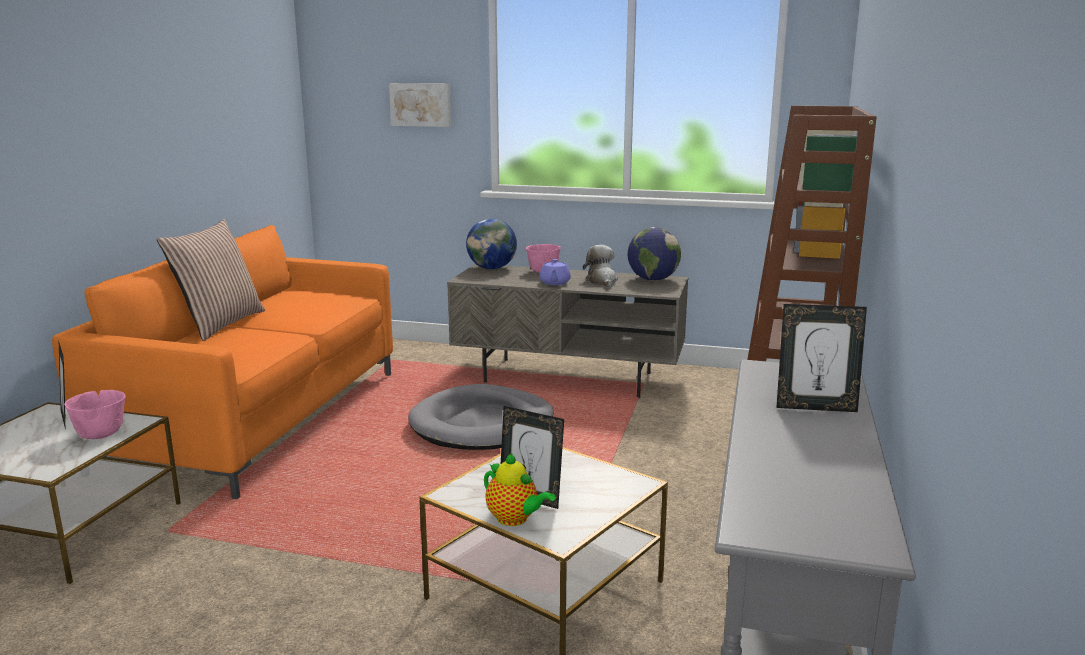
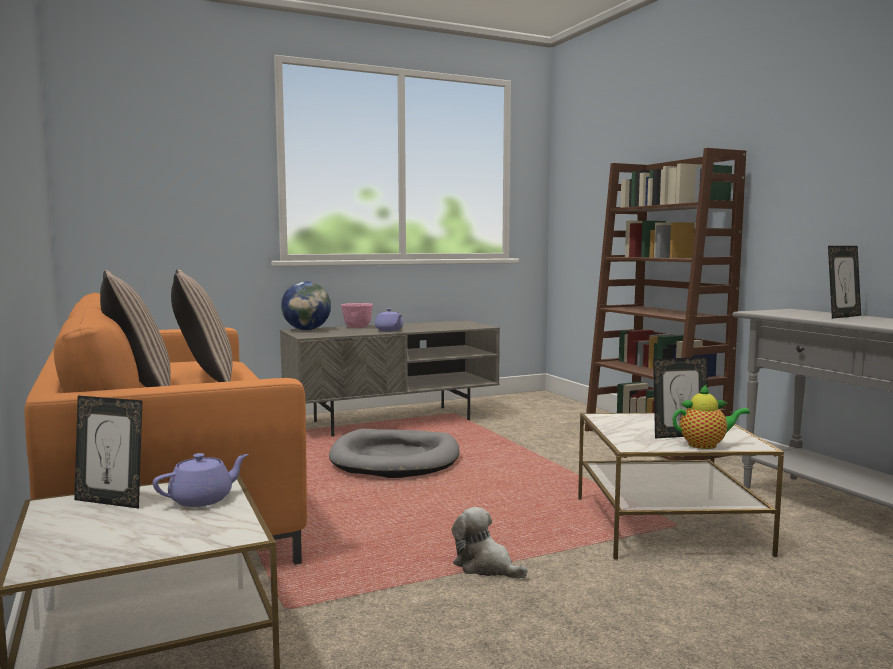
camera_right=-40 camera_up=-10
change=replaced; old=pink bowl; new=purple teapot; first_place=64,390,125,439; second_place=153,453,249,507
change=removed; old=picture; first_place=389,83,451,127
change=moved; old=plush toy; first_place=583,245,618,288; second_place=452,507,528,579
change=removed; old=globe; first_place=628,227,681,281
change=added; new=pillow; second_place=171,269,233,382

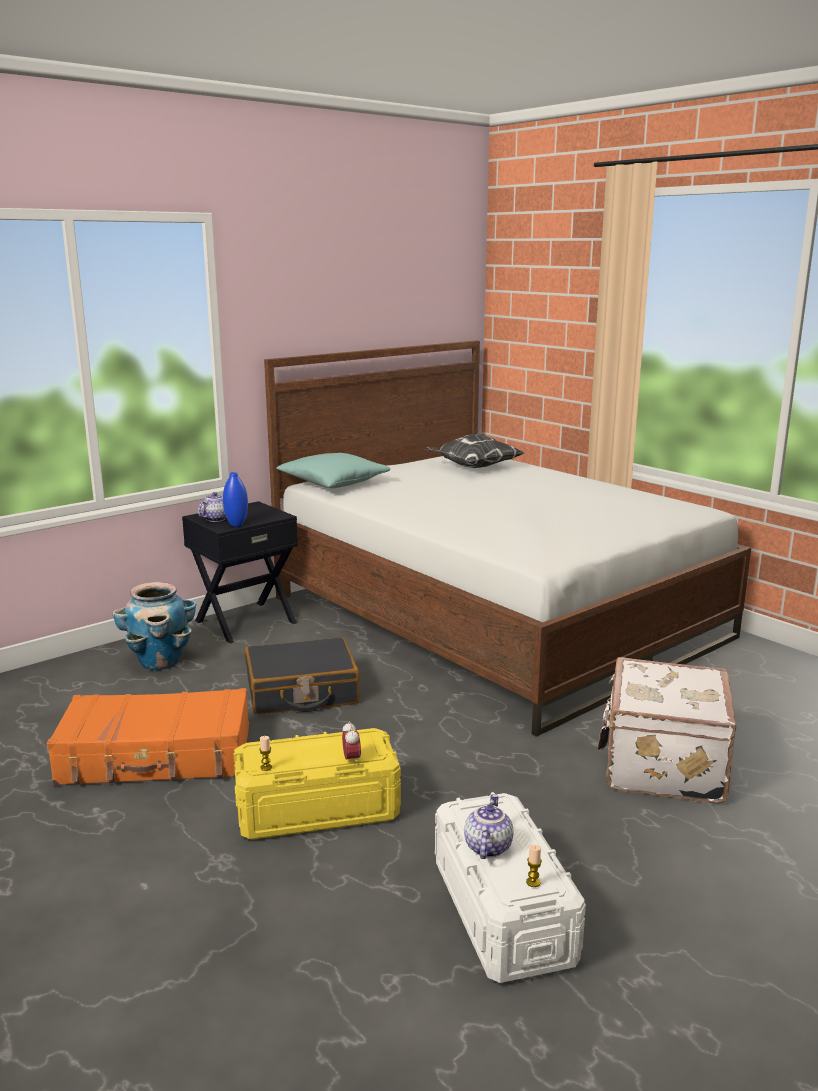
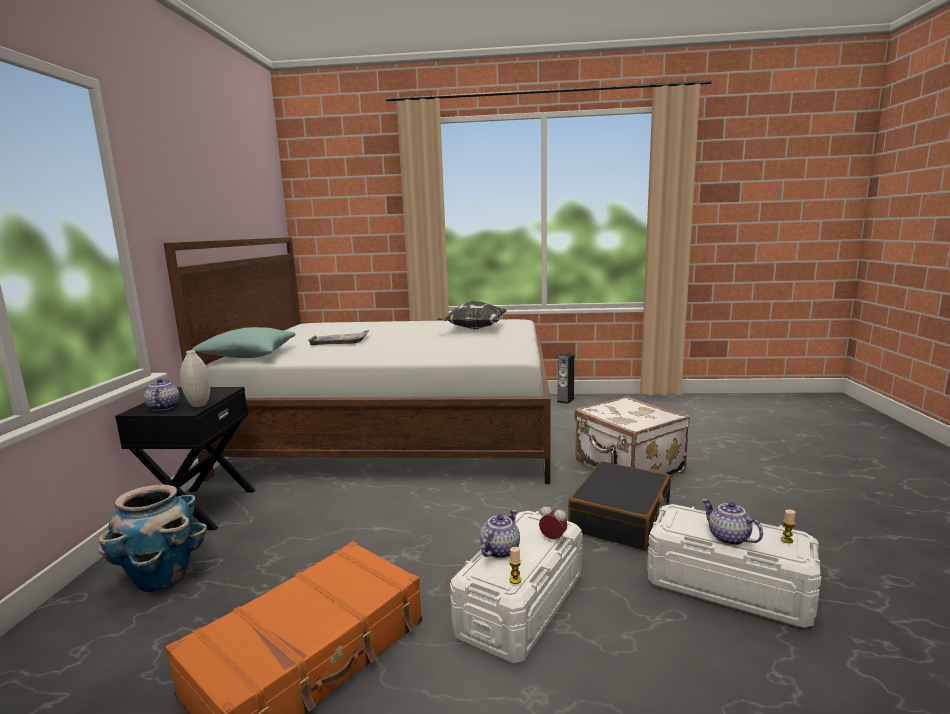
camera_right=-45 camera_up=-5
change=recoloured; old=blue vase; new=white vase; first_place=223,472,248,527; second_place=180,350,210,407
change=recoloured; old=yellow storage box; new=white storage box; first_place=234,728,401,839; second_place=450,511,583,663
change=moved; old=black suitcase; first_place=245,637,360,714; second_place=568,461,671,551
change=moved; old=pillow; first_place=425,434,524,468; second_place=437,301,507,330
change=added; new=grey tray; second_place=307,330,369,345
change=added; new=teapot; second_place=480,510,520,558
change=added; new=speaker; second_place=557,353,575,404

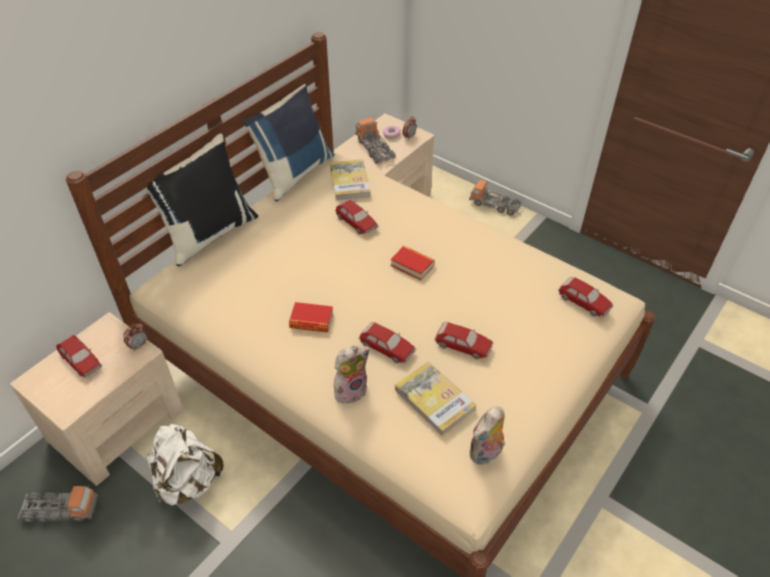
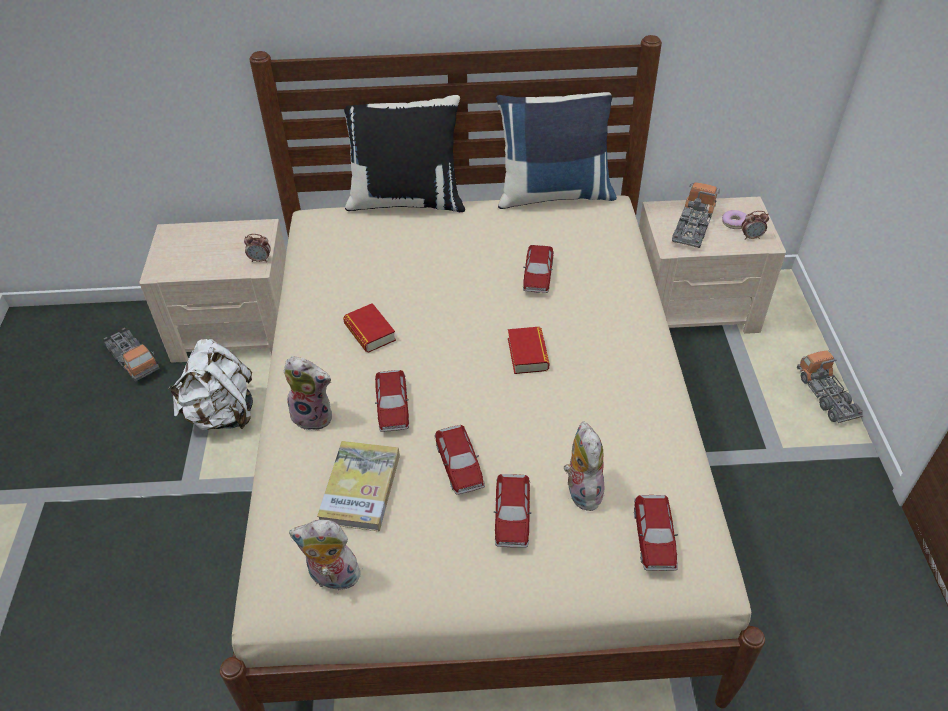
camera_right=50 camera_up=0
change=moved; old=toy car; first_place=56,335,102,378; second_place=494,474,531,548
change=removed; old=book; first_place=330,159,371,201
change=added; new=plush toy; second_place=564,421,604,511

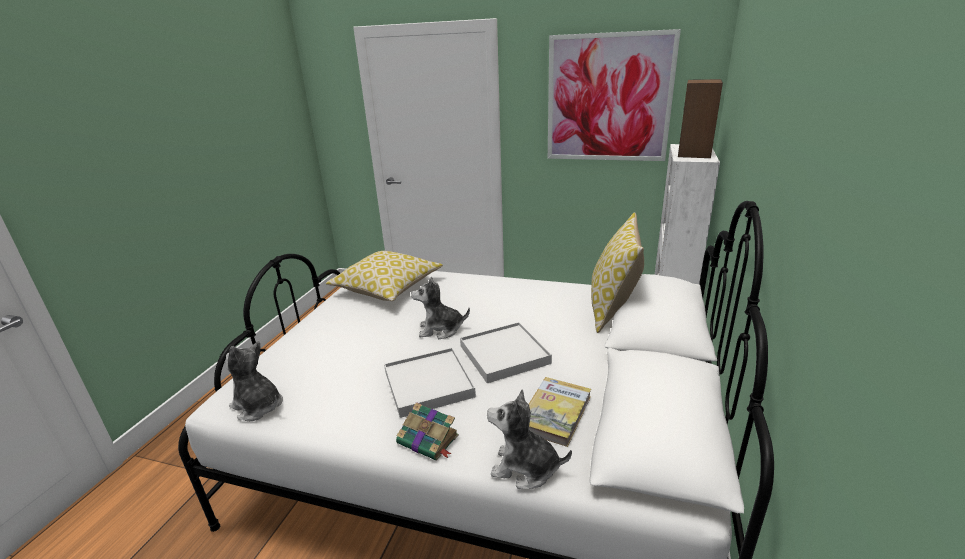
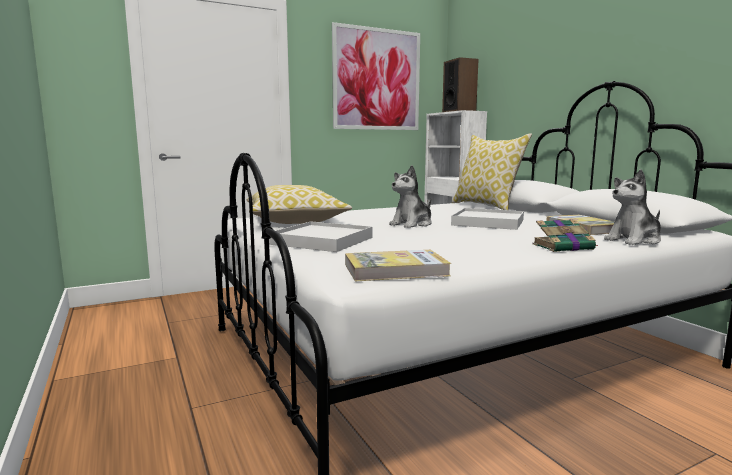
camera_right=-45 camera_up=-15
change=replaced; old=plush toy; new=book; first_place=226,341,283,421; second_place=345,250,451,281
change=moved; old=white tray; first_place=384,348,476,418; second_place=269,221,373,252

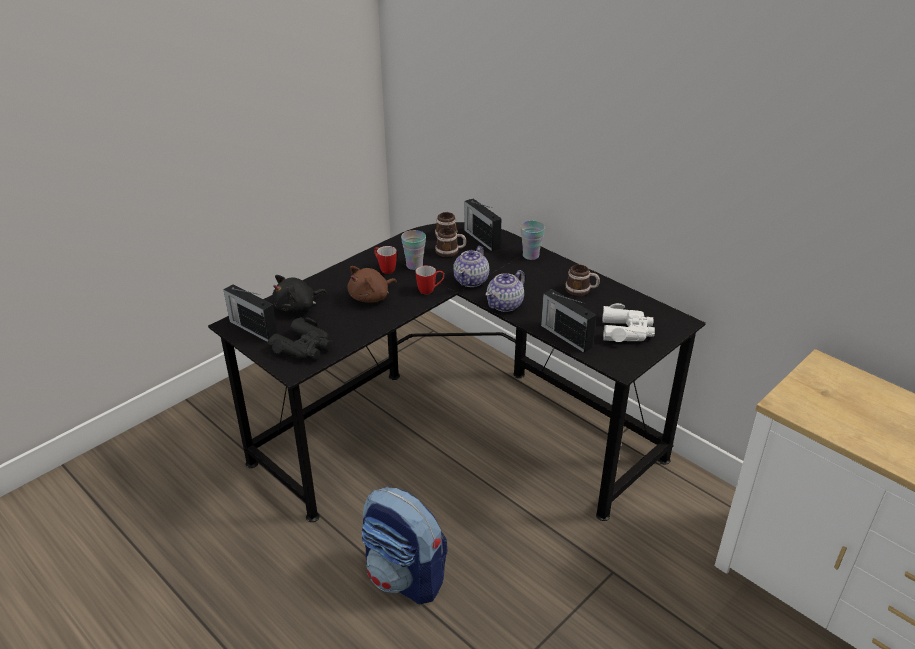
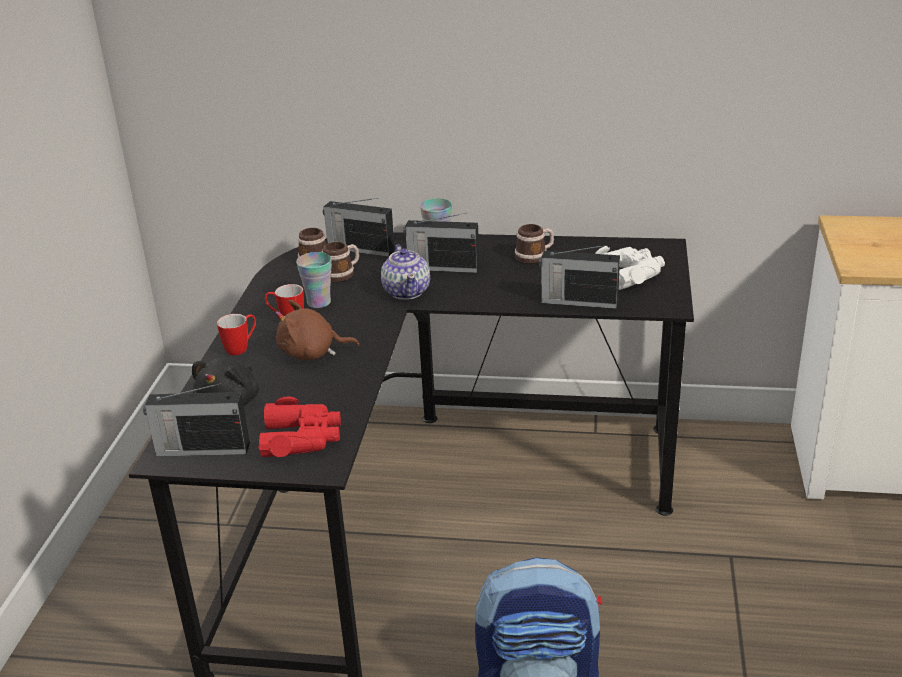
camera_right=-35 camera_up=-5
change=recoloured; old=black binoculars; new=red binoculars; first_place=267,317,332,360; second_place=258,397,341,457
change=turned; old=brown plush toy; first_place=347,266,397,303; second_place=275,300,360,360; degrees=75
change=moved; old=mug; first_place=416,266,445,294; second_place=217,314,256,356
change=removed; old=teapot; first_place=485,270,525,312
change=added; new=radio; second_place=403,213,479,273

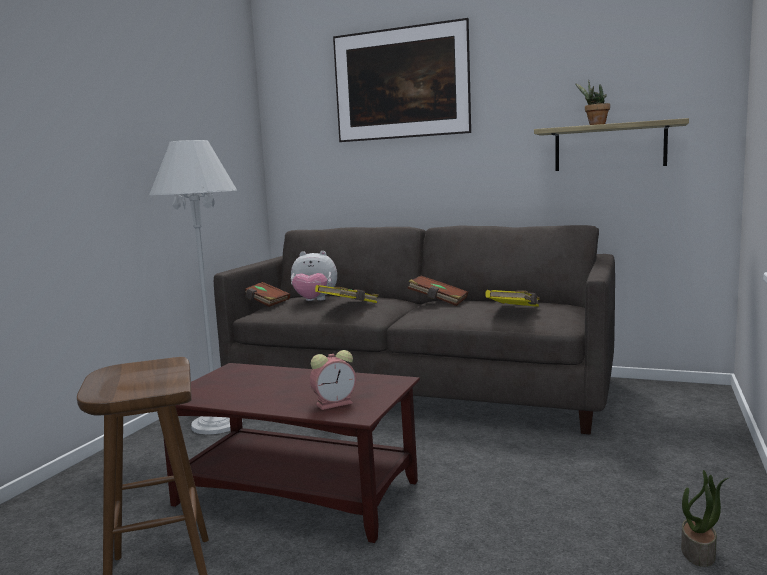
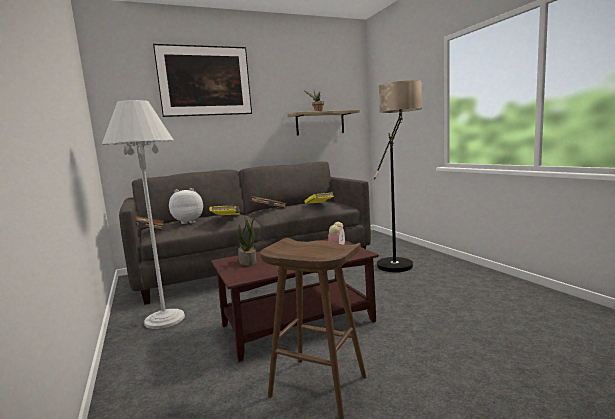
camera_right=-45 camera_up=0
change=turned; old=plush toy; first_place=291,251,337,301; second_place=169,188,203,224; degrees=-150
change=moved; old=potted plant; first_place=681,470,728,567; second_place=238,215,257,266
change=added; new=floor lamp; second_place=374,80,422,272

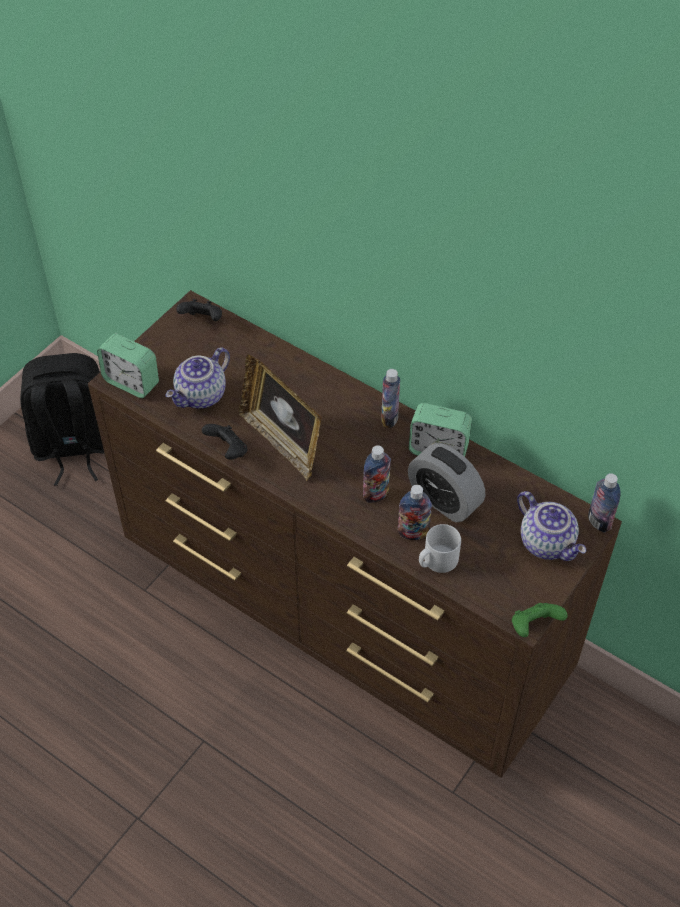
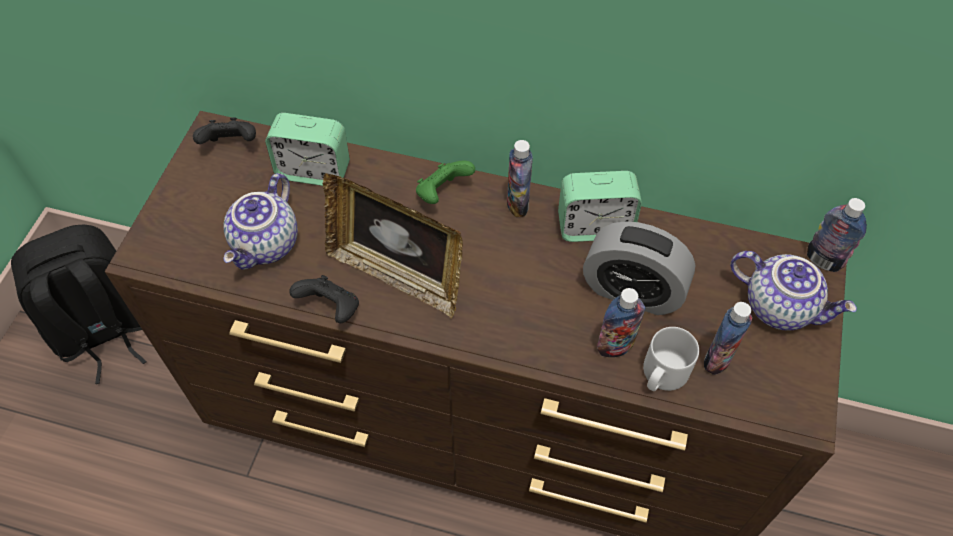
camera_right=-20 camera_up=5
change=moved; old=alarm clock; first_place=97,334,159,398; second_place=265,113,350,186
change=moved; old=bottle; first_place=363,445,391,503; second_place=704,302,752,375
change=moved; old=green game controller; first_place=512,603,568,637; second_place=416,161,475,204

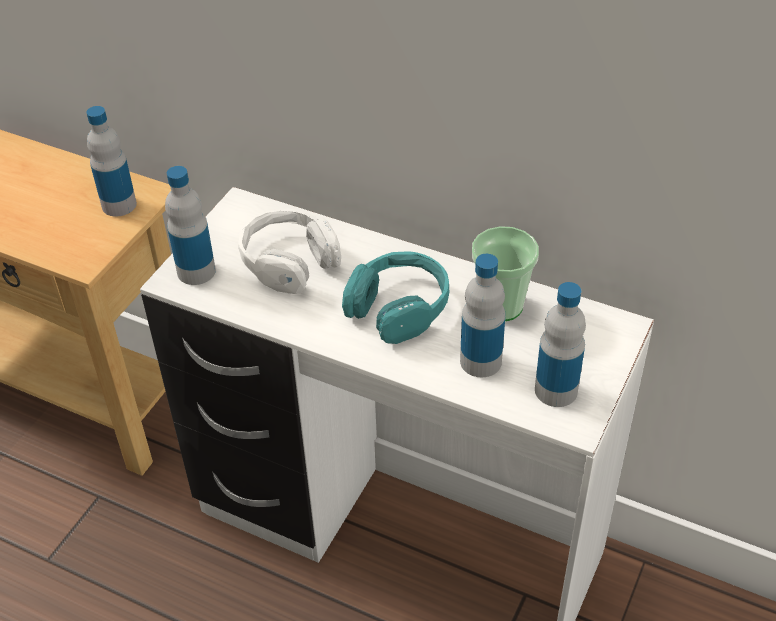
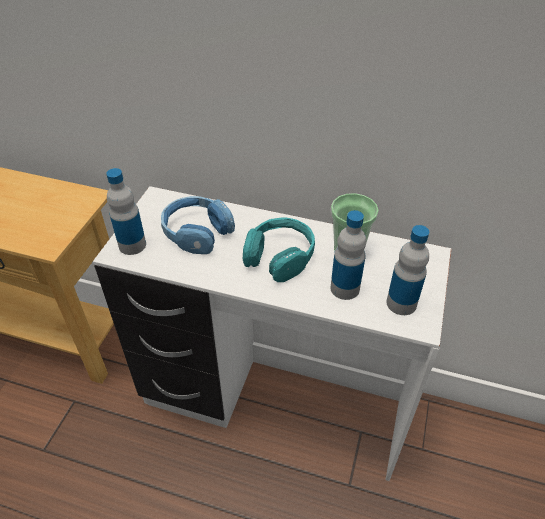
camera_right=-10 camera_up=0
change=removed; old=bottle; first_place=86,106,137,217
change=recoloured; old=white headphones; new=blue headphones; first_place=238,209,341,294; second_place=161,196,235,254

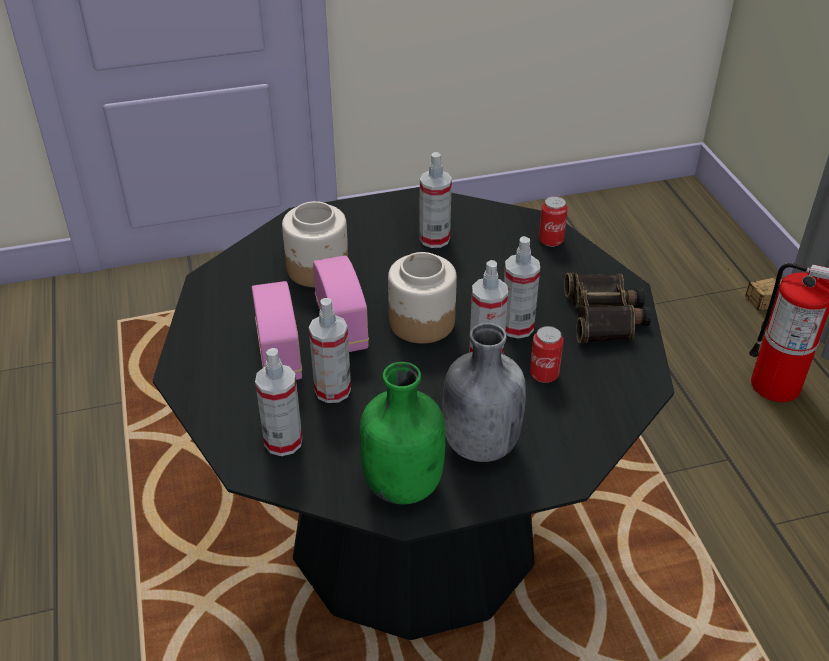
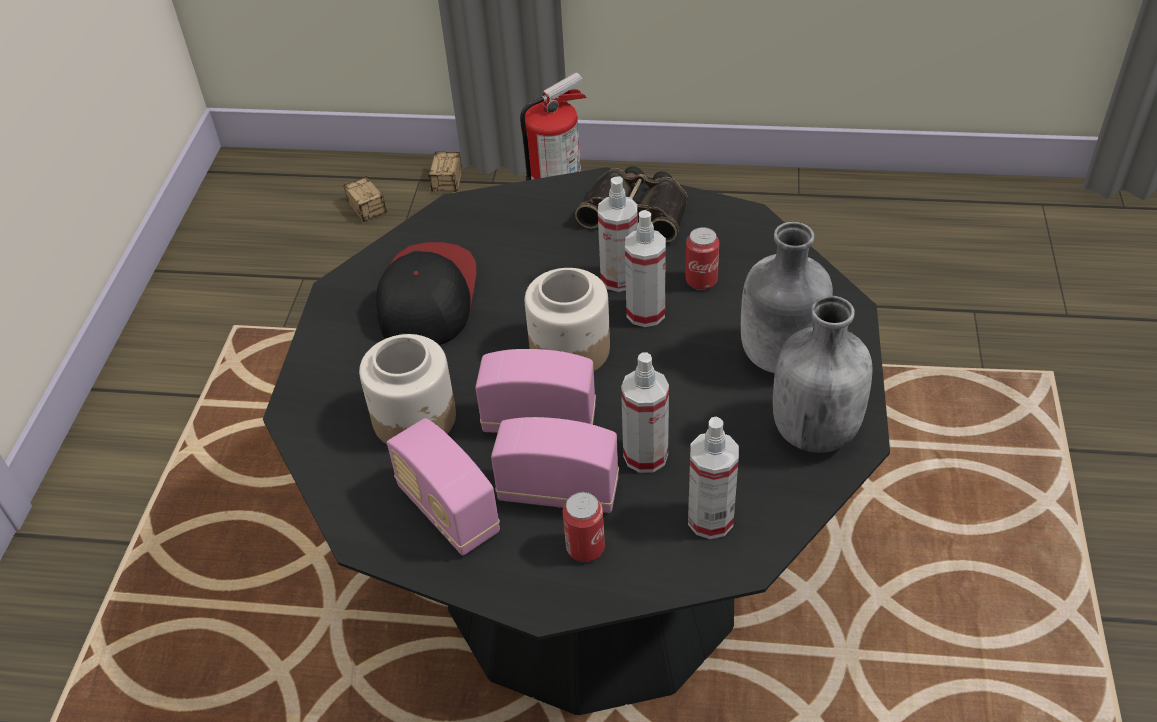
camera_right=-65 camera_up=5
change=recoloured; old=green bottle; new=grey bottle; first_place=360,362,445,505; second_place=773,296,872,453
change=replaced; old=spray bottle; new=cap; first_place=419,152,452,248; second_place=376,242,477,345
change=moved; old=can; first_place=539,196,568,247; second_place=563,492,605,562
change=added; new=storage box; second_place=343,176,387,222
change=added; new=radio; second_place=387,418,500,555

